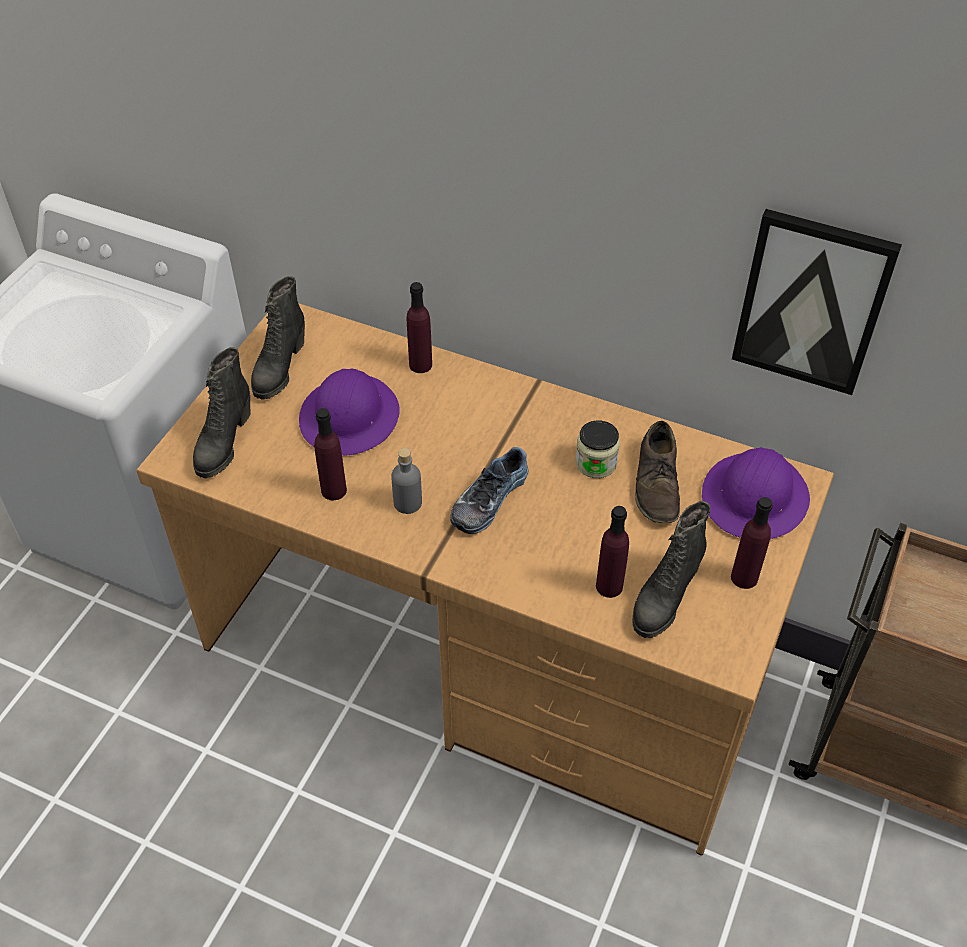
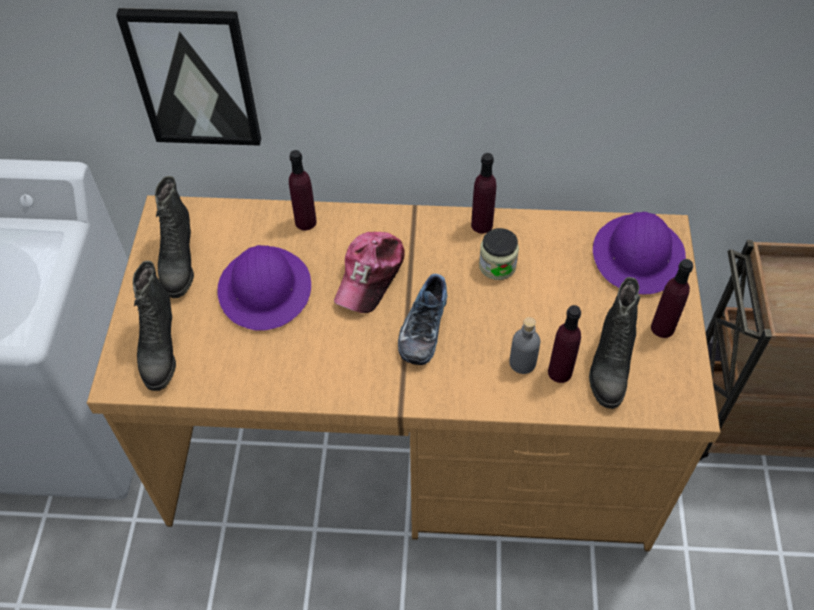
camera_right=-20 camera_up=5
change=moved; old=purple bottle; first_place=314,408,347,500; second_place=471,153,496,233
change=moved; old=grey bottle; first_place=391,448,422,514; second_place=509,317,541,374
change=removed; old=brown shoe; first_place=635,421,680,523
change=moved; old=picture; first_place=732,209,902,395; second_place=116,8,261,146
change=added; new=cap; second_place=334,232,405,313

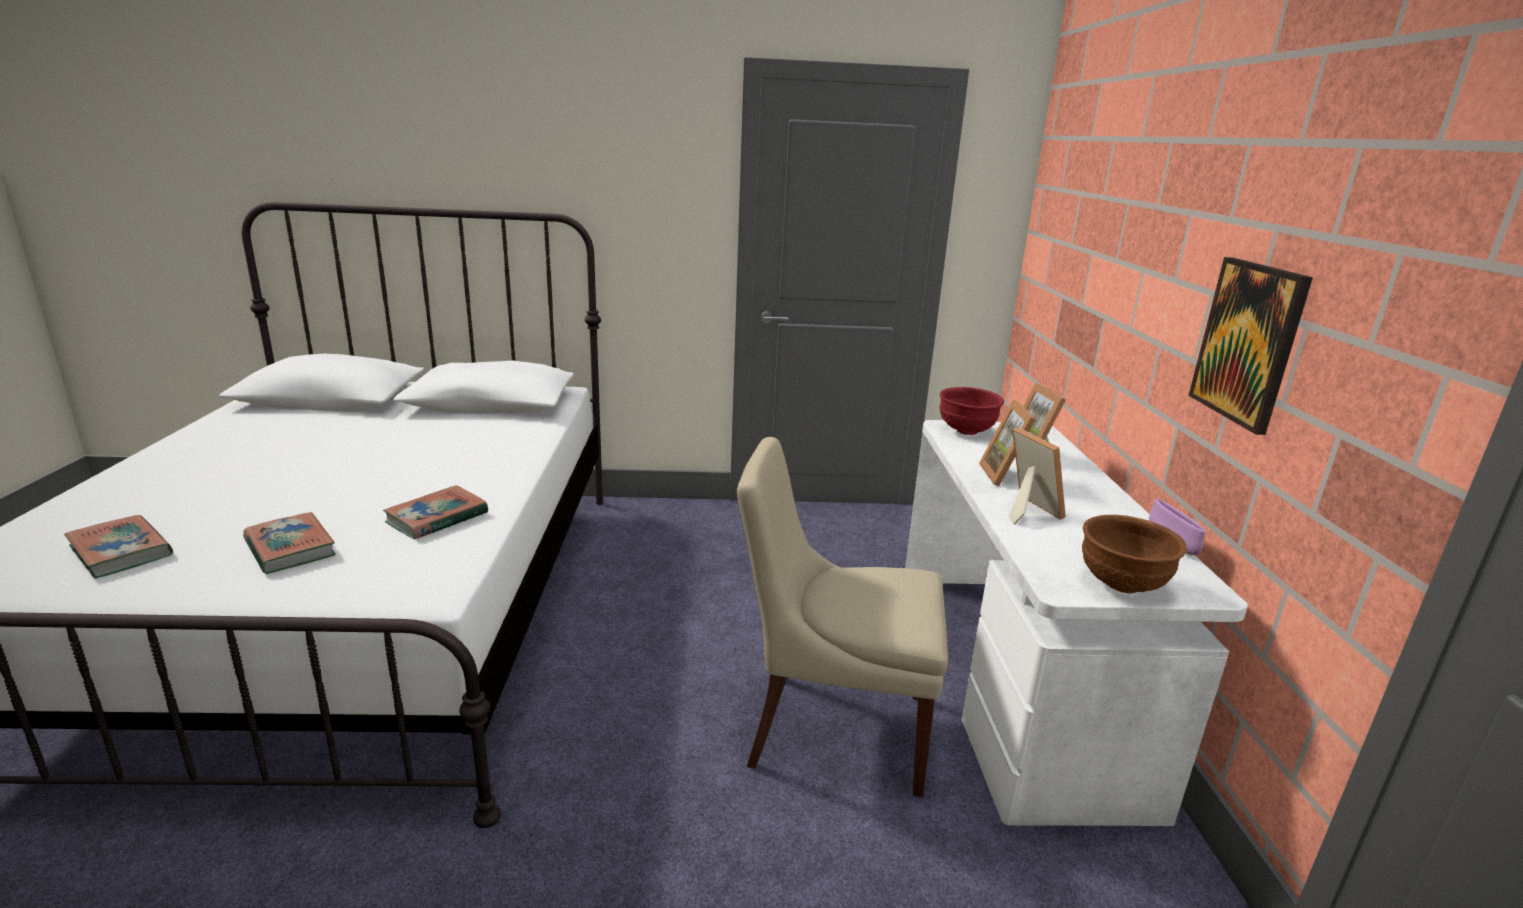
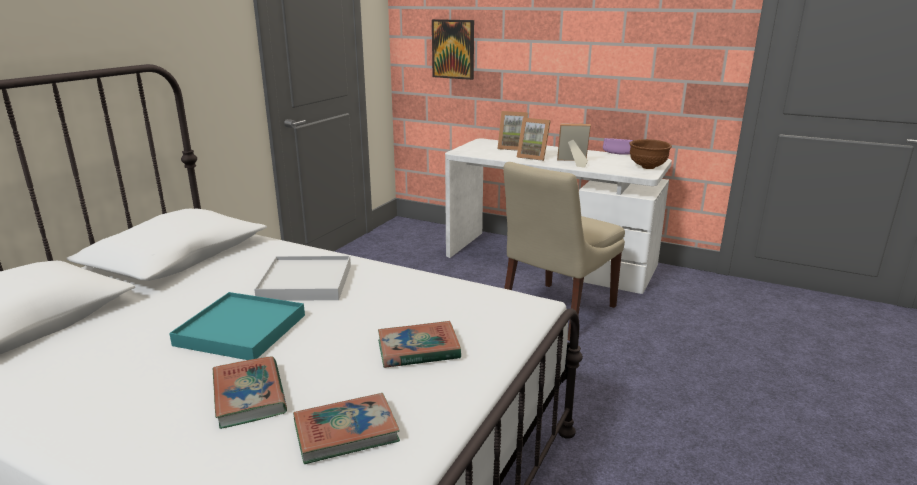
camera_right=-60 camera_up=0
change=moved; old=book; first_place=383,485,488,539; second_place=213,357,287,429
change=removed; old=red bowl; first_place=940,387,1004,435
change=moved; old=picture; first_place=1189,257,1313,435; second_place=432,19,474,80
change=added; new=turquoise tray; second_place=169,292,305,360
change=added; new=white tray; second_place=254,256,351,301

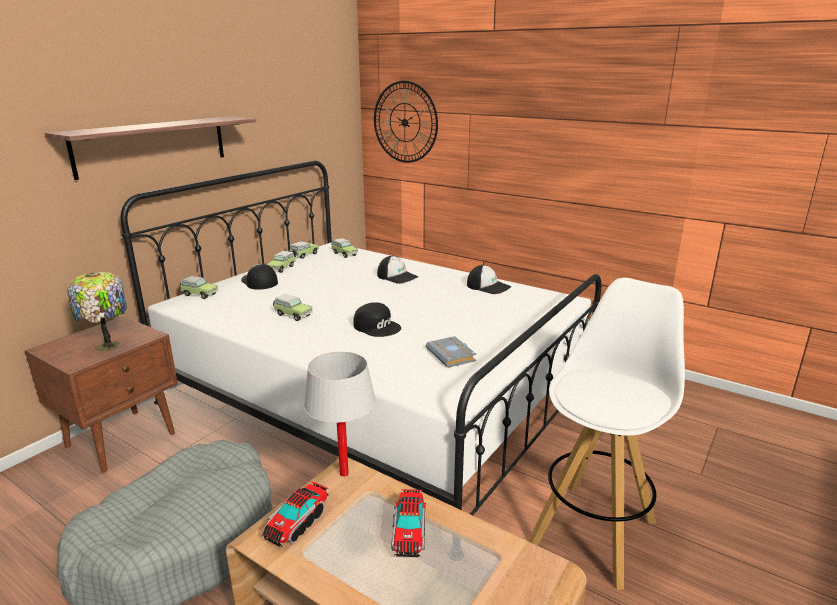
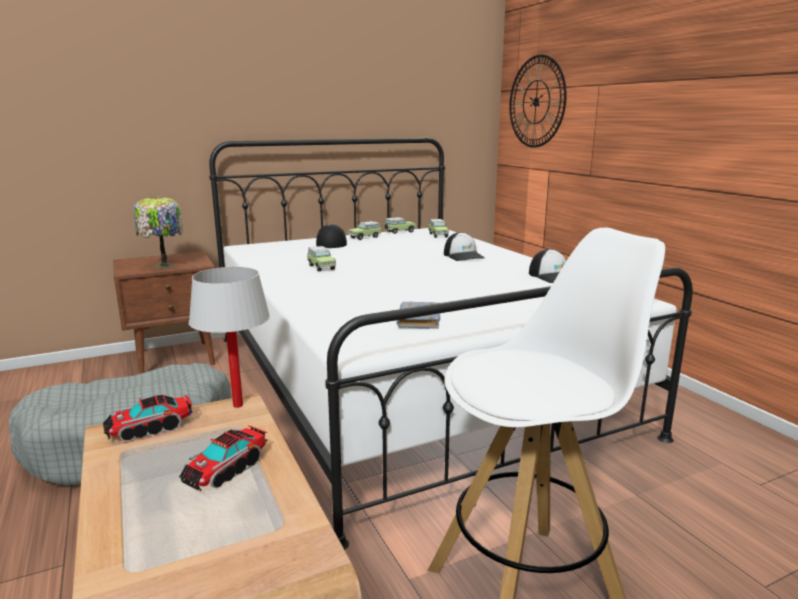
camera_right=30 camera_up=-5
change=removed; old=shelf; first_place=44,116,256,180
change=removed; old=toy car; first_place=179,276,218,299
change=removed; old=black cap; first_place=353,302,401,337

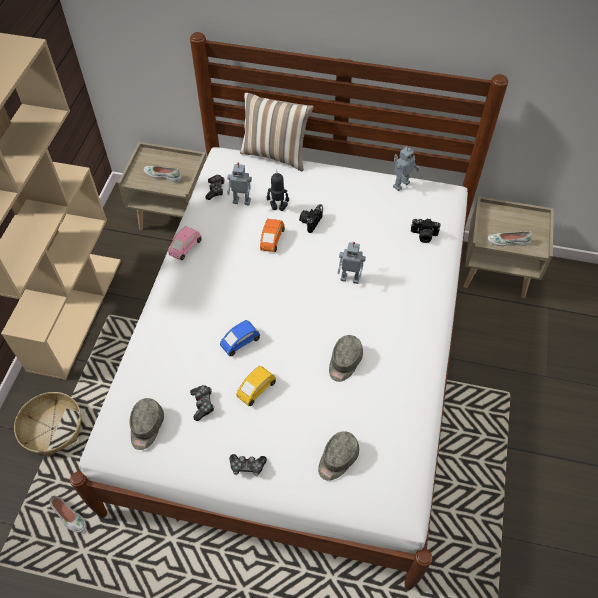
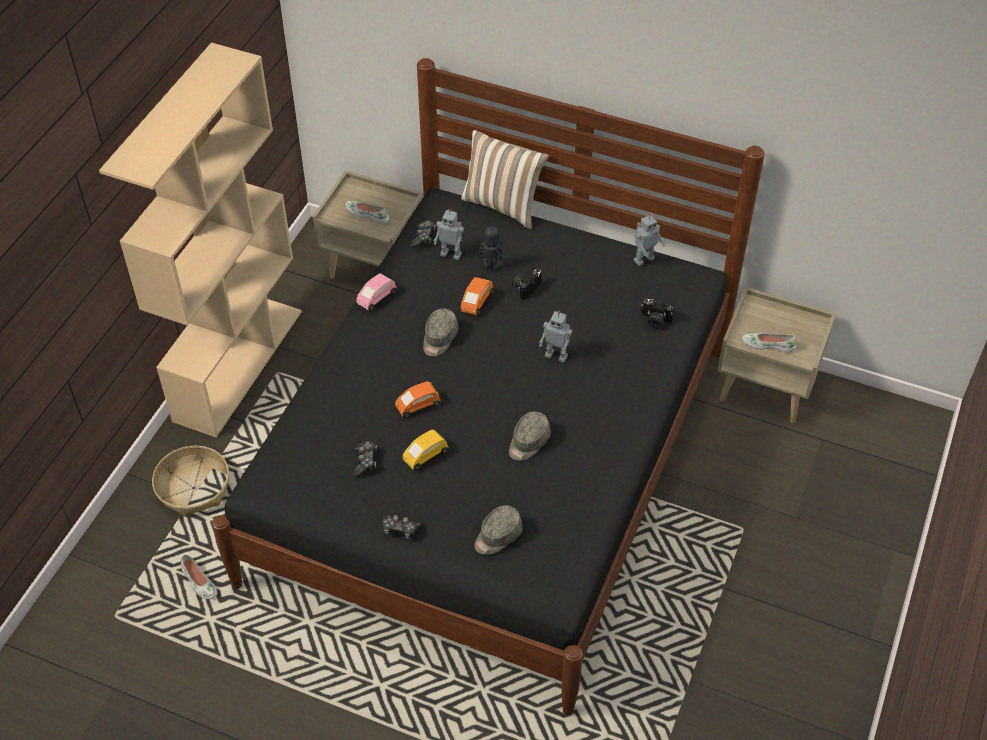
camera_right=10 camera_up=-5
change=recoloured; old=white bed; new=black bed; first_place=70,32,508,589; second_place=212,58,765,715
change=moved; old=grey cap; first_place=130,398,164,450; second_place=423,308,458,356
change=recoloured; old=blue toy car; new=orange toy car; first_place=220,320,260,356; second_place=395,381,441,418

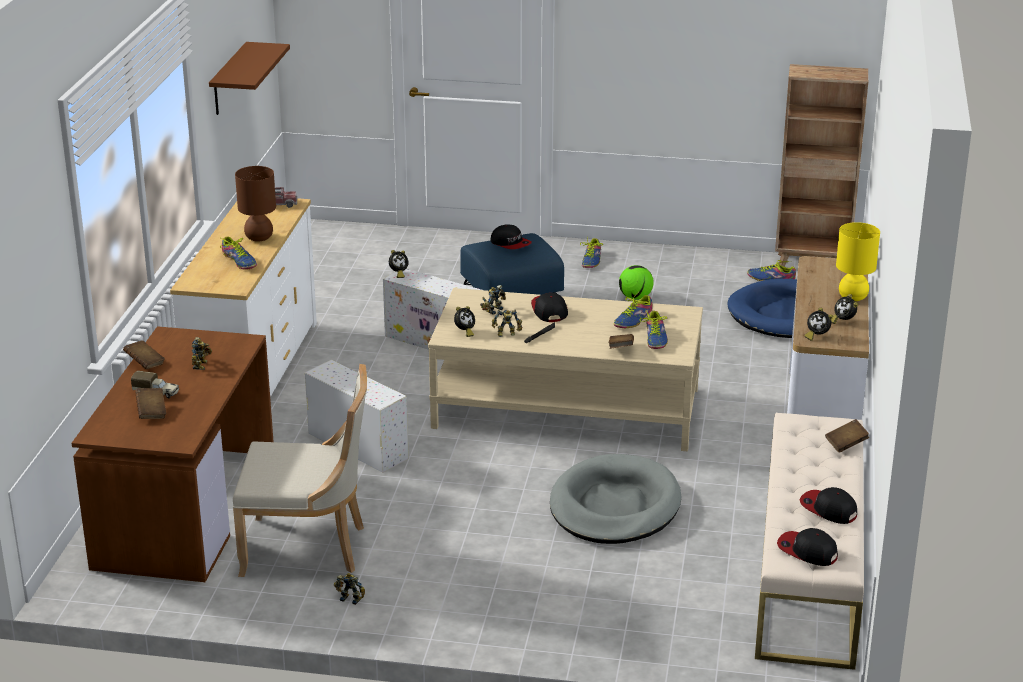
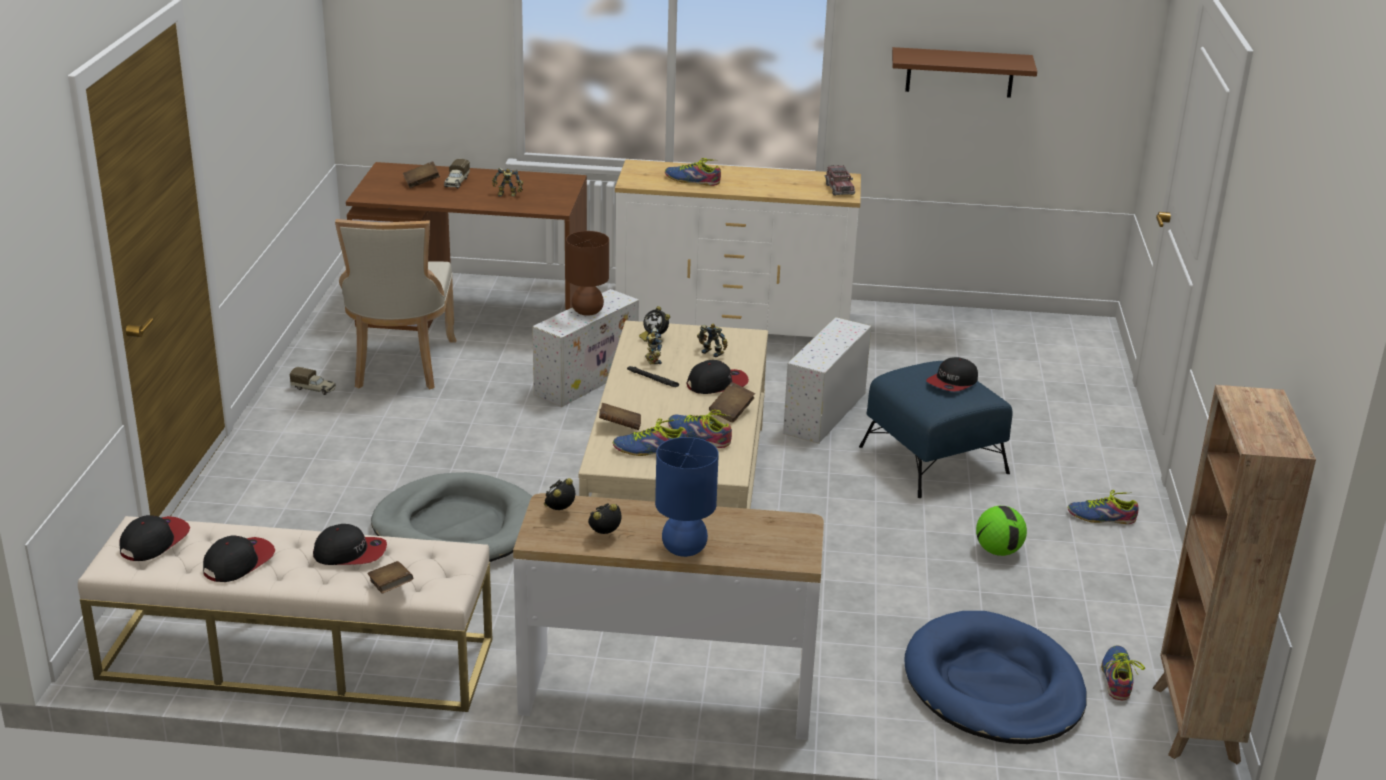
camera_right=85 camera_up=0
change=moved; old=brown book; first_place=123,340,165,369; second_place=709,382,755,422
change=turned; old=shoe; first_place=219,237,257,270; second_place=665,158,721,186; degrees=60
change=moved; old=brown table lamp; first_place=235,166,276,242; second_place=566,231,609,316
change=replaced; old=toy robot; new=toy truck; first_place=334,573,365,605; second_place=290,367,336,395
change=removed; old=alarm clock; first_place=389,250,409,278
change=recoloured; old=yellow table lamp; new=blue table lamp; first_place=836,222,880,301; second_place=655,437,719,557
change=added; new=cap; second_place=313,524,387,565

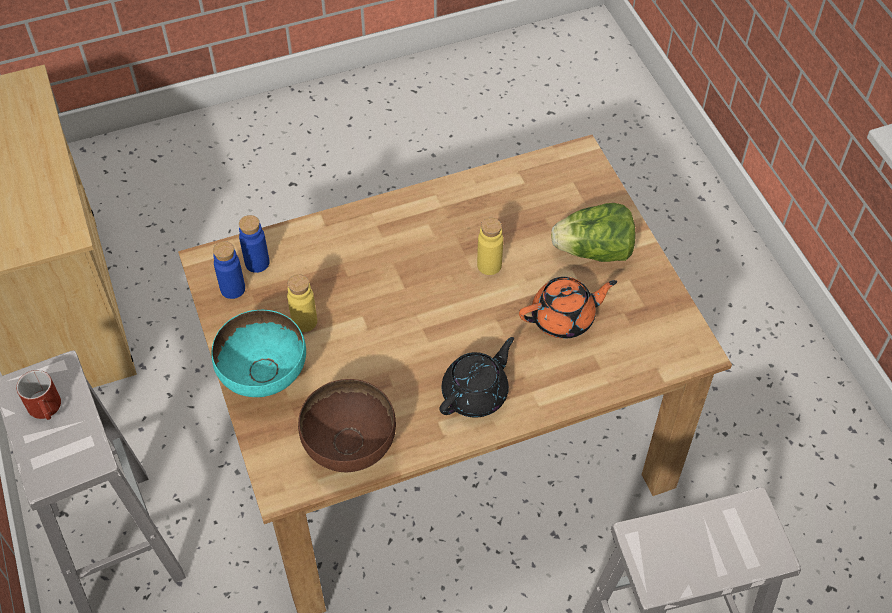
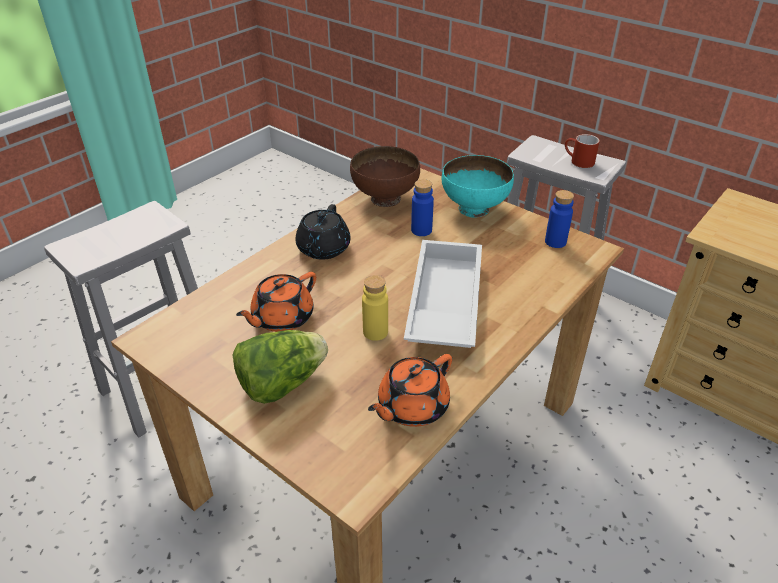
camera_right=150 camera_up=-15
change=moved; old=blue bottle; first_place=239,215,269,273; second_place=411,179,434,236
change=removed; old=yellow bottle; first_place=287,275,317,332
change=added; new=orange teapot; second_place=368,354,452,427
change=added; new=white tray; second_place=404,240,482,348

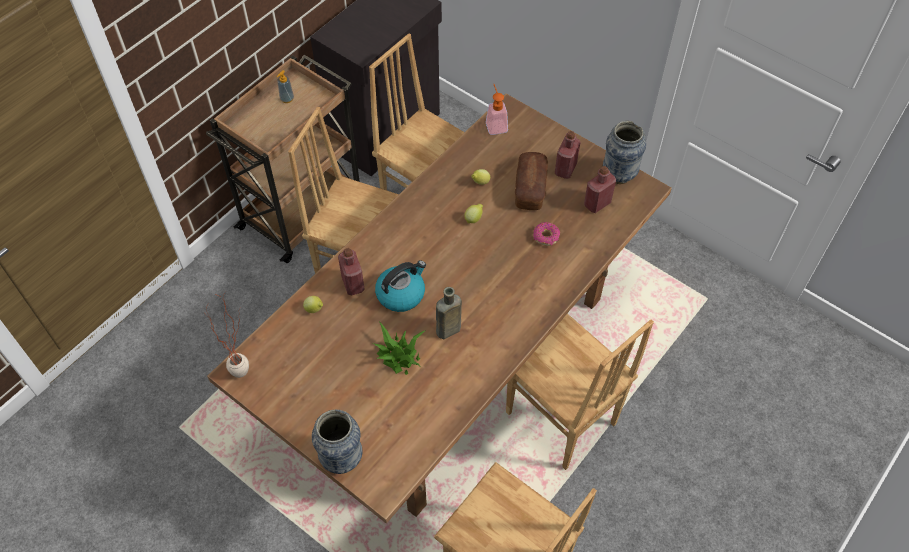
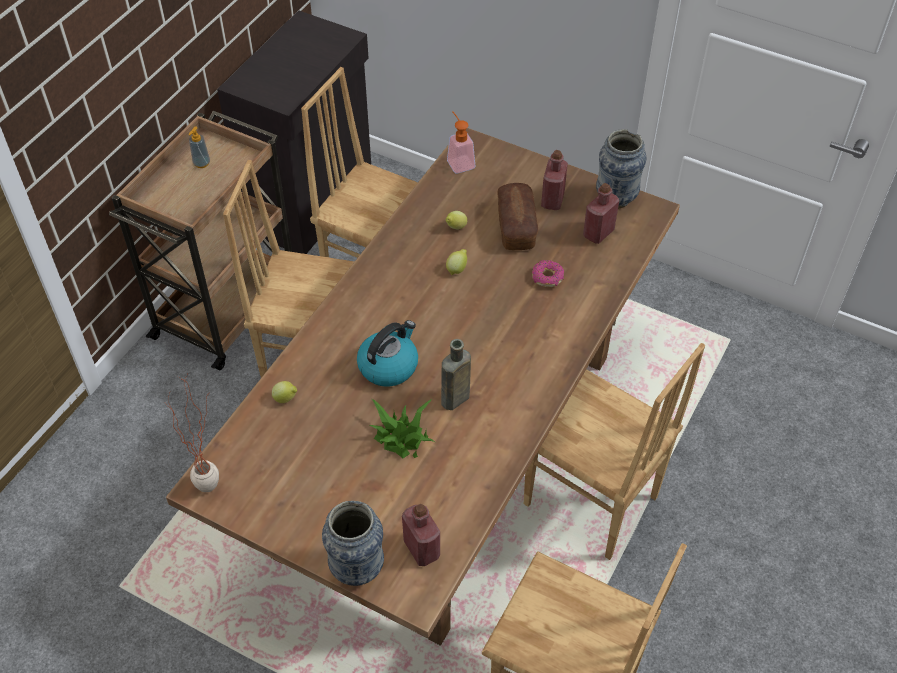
camera_right=-10 camera_up=-5
change=moved; old=red bottle; first_place=338,248,365,295; second_place=402,504,440,566

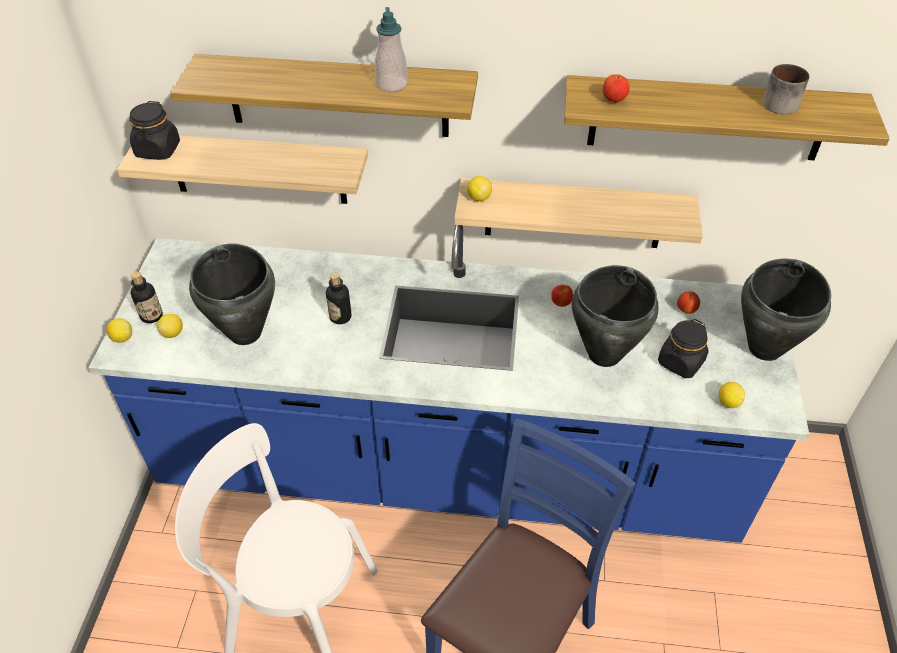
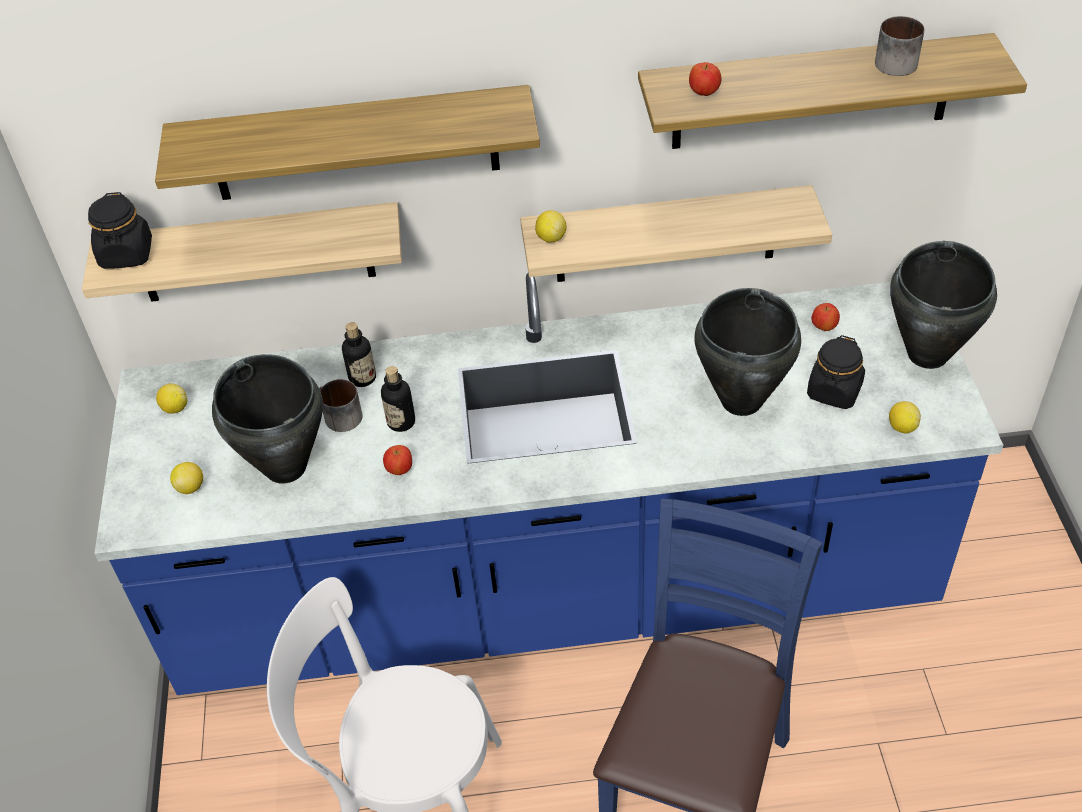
camera_right=-10 camera_up=0
change=moved; old=lemon; first_place=106,318,132,342; second_place=156,383,187,413
change=moved; old=bottle; first_place=130,272,163,323; second_place=342,322,376,387
change=removed; old=soap dispenser; first_place=375,7,408,92
change=moved; old=apple; first_place=551,285,573,307; second_place=383,445,412,475
change=added; new=mug; second_place=319,379,363,432

